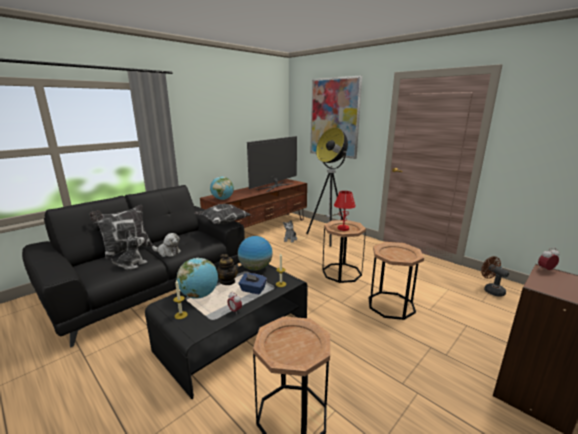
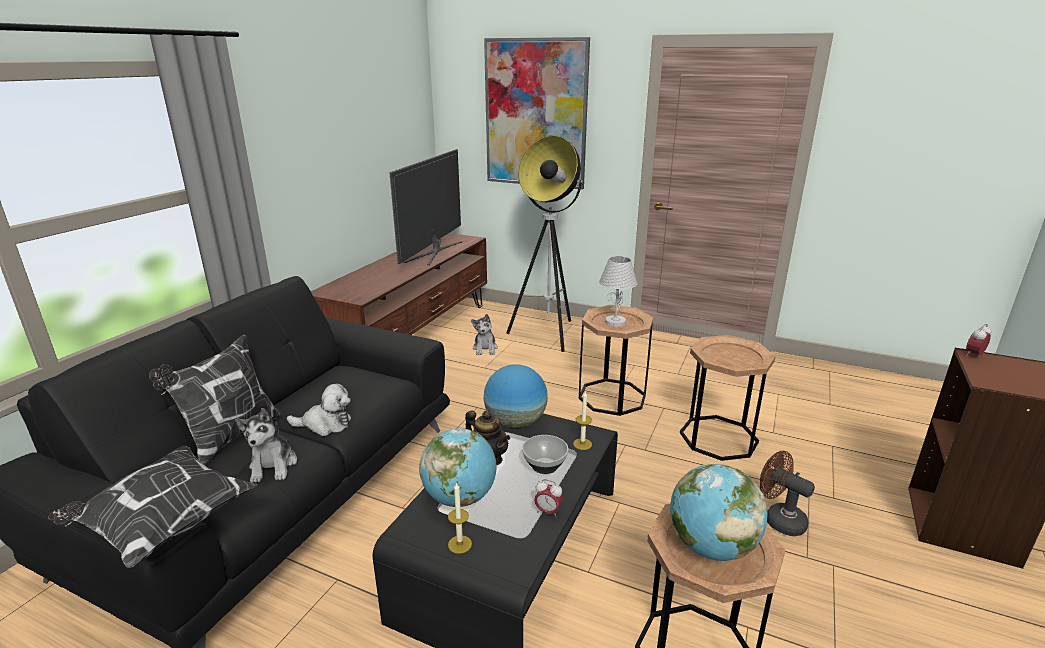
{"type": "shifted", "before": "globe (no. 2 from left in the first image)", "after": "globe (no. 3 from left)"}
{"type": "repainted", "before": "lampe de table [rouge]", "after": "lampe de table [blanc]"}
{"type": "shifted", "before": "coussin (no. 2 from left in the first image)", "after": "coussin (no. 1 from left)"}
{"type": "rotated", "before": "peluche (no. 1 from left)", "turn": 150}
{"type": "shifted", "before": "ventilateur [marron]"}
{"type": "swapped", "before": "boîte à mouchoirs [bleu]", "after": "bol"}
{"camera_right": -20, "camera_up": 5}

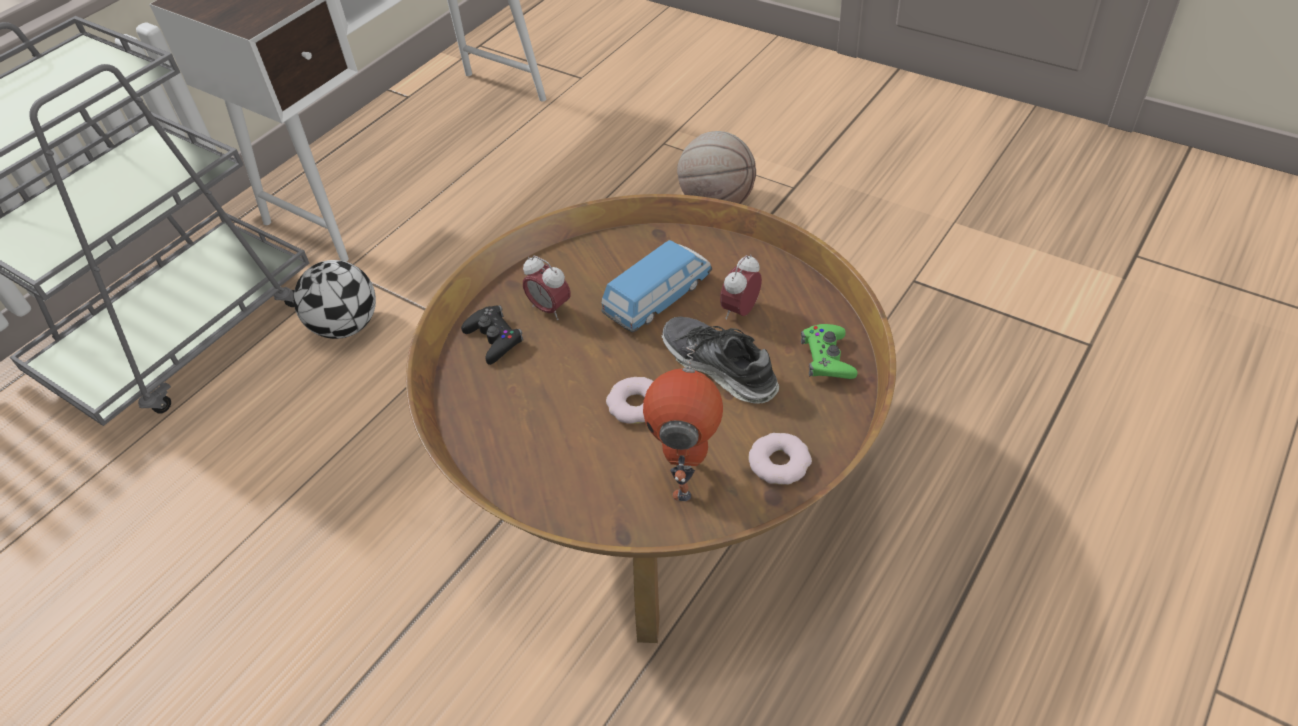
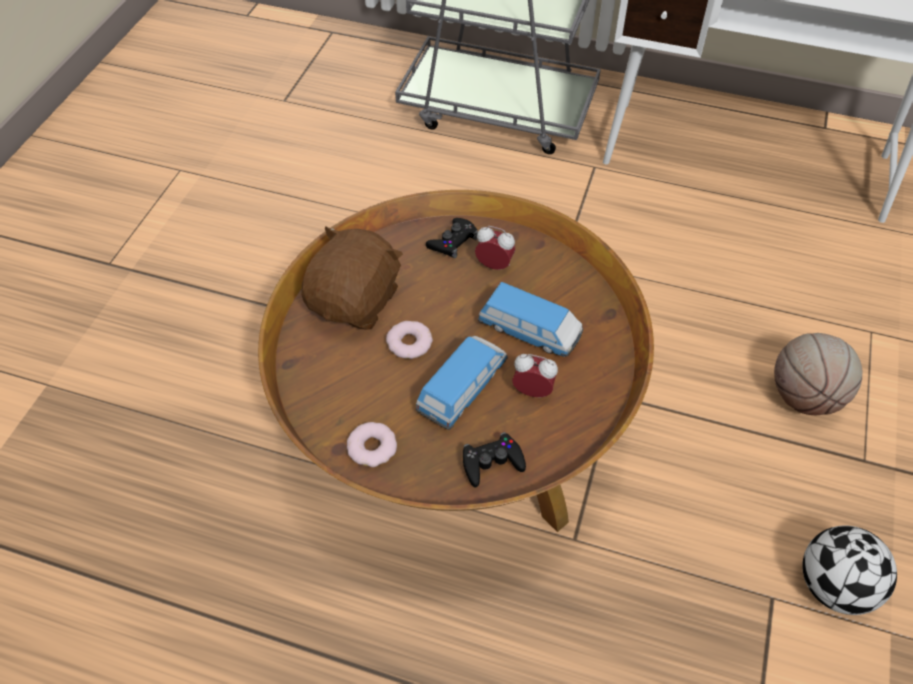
{"type": "rotated", "before": "réveil (no. 1 from left)", "turn": 90}
{"type": "shifted", "before": "ballon de foot"}
{"type": "swapped", "before": "chaussure", "after": "petite voiture (no. 1 from left)"}
{"type": "repainted", "before": "manette [vert]", "after": "manette [noir] (no. 2 from left)"}
{"type": "gone", "before": "robot jouet"}
{"type": "new", "after": "peluche [marron]"}
{"camera_right": 70, "camera_up": 5}

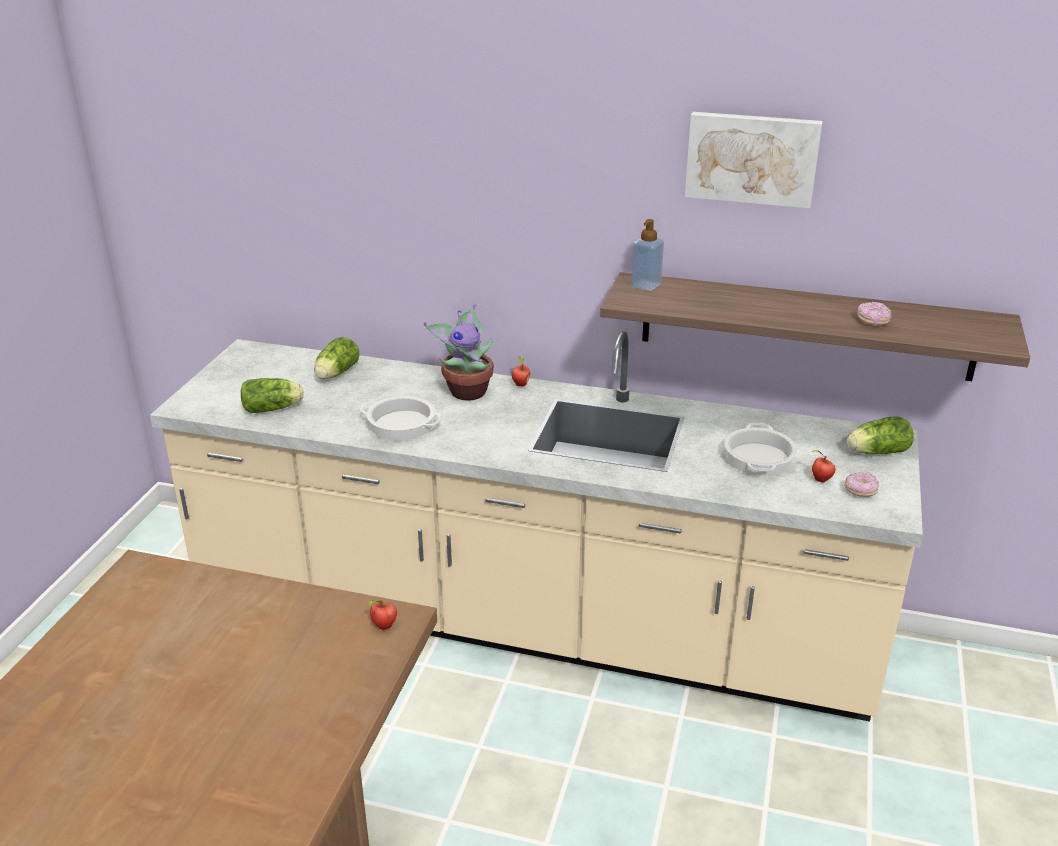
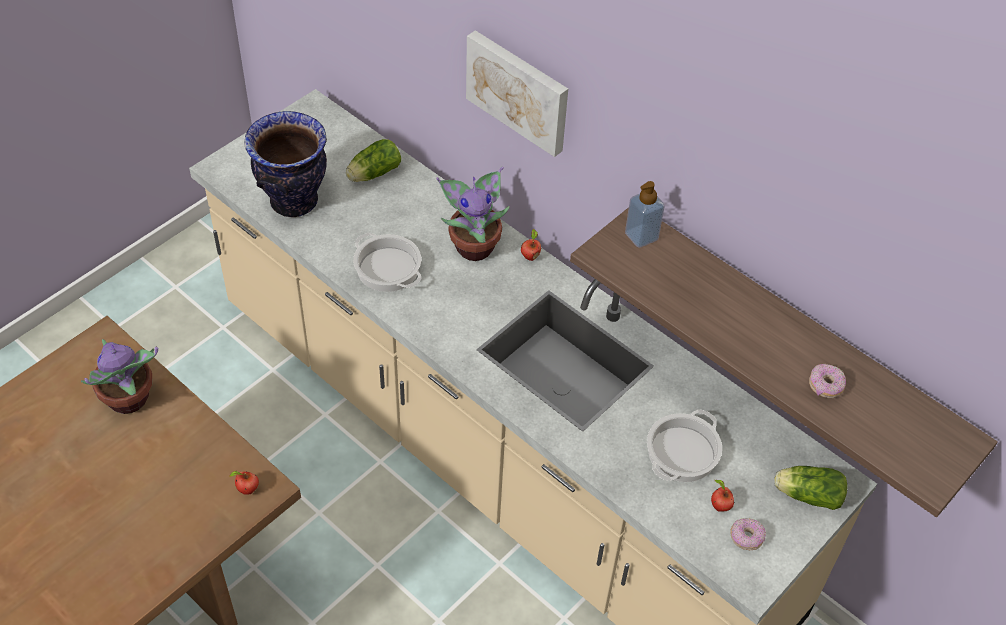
{"type": "shifted", "before": "tableau"}
{"type": "swapped", "before": "laitue (no. 1 from left)", "after": "vase"}
{"type": "new", "after": "plante en pot (no. 1 from left)"}
{"camera_right": 25, "camera_up": 20}

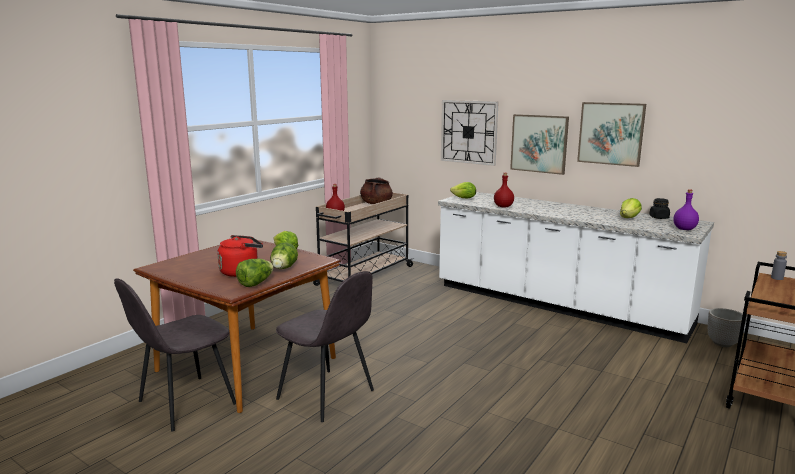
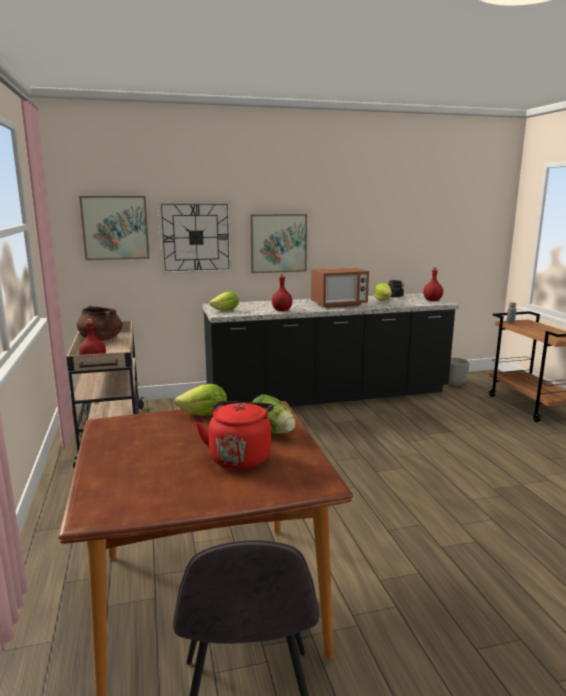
{"type": "shifted", "before": "tableau (no. 2 from left in the first image)", "after": "tableau (no. 1 from left)"}
{"type": "repainted", "before": "bouteille [violet]", "after": "bouteille [rouge] (no. 3 from left)"}
{"type": "repainted", "before": "comptoir de cuisine [blanc]", "after": "comptoir de cuisine [noir]"}
{"type": "gone", "before": "laitue (no. 1 from left)"}
{"type": "gone", "before": "chaise [gris] (no. 2 from left)"}
{"type": "new", "after": "micro-ondes"}
{"camera_right": -50, "camera_up": 0}

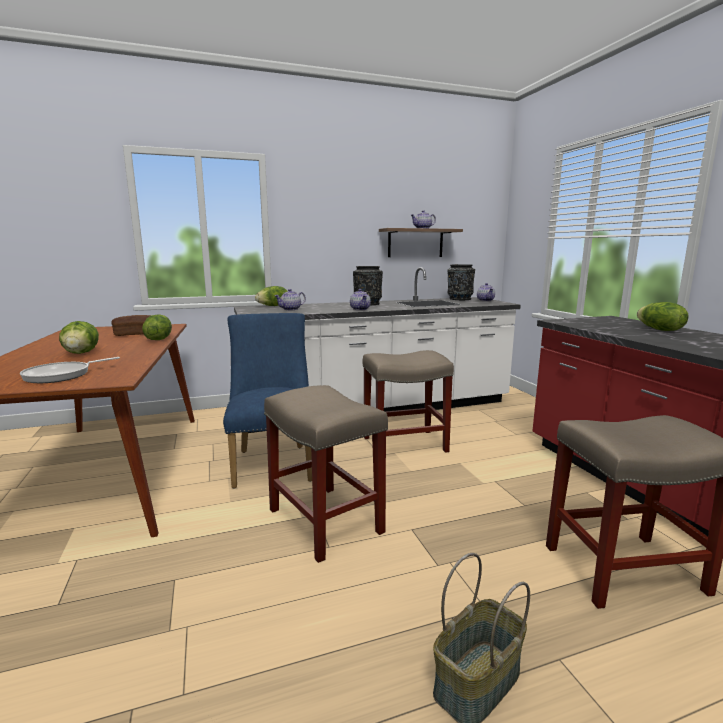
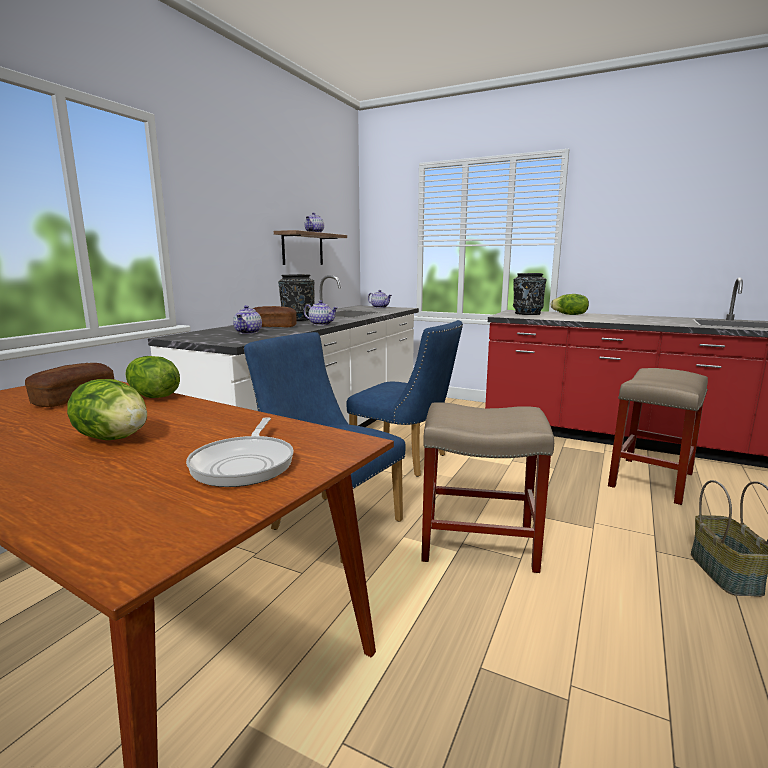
{"type": "shifted", "before": "vase [noir] (no. 2 from left)"}
{"type": "gone", "before": "laitue (no. 3 from left)"}
{"type": "swapped", "before": "tabouret [beige] (no. 2 from left)", "after": "chaise [bleu] (no. 2 from left)"}
{"type": "new", "after": "pain (no. 2 from left)"}
{"camera_right": -45, "camera_up": 0}

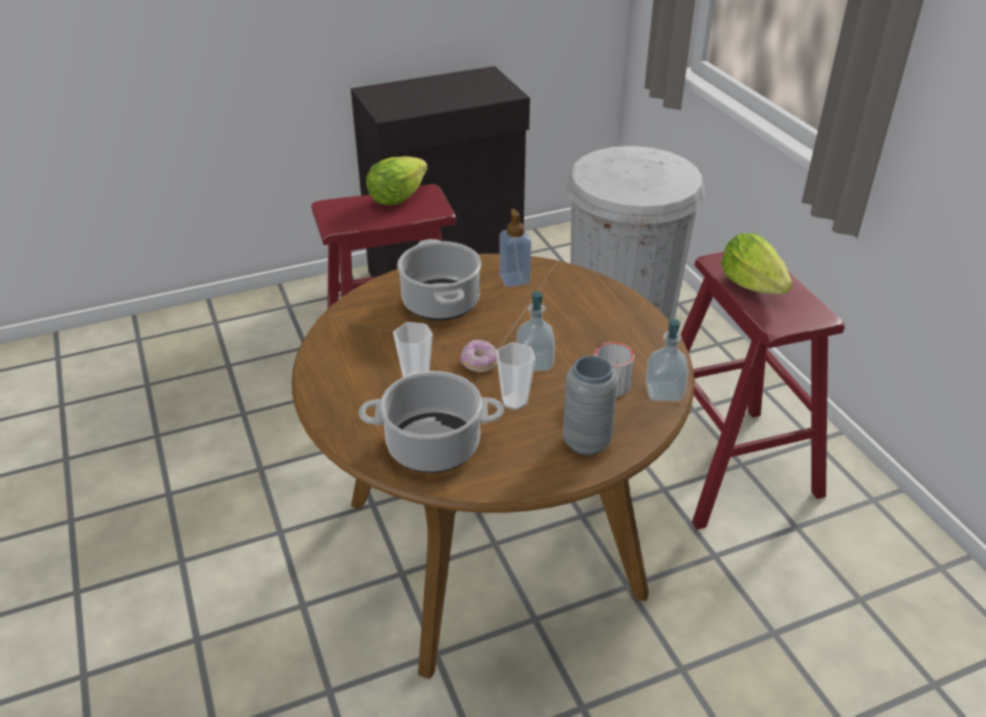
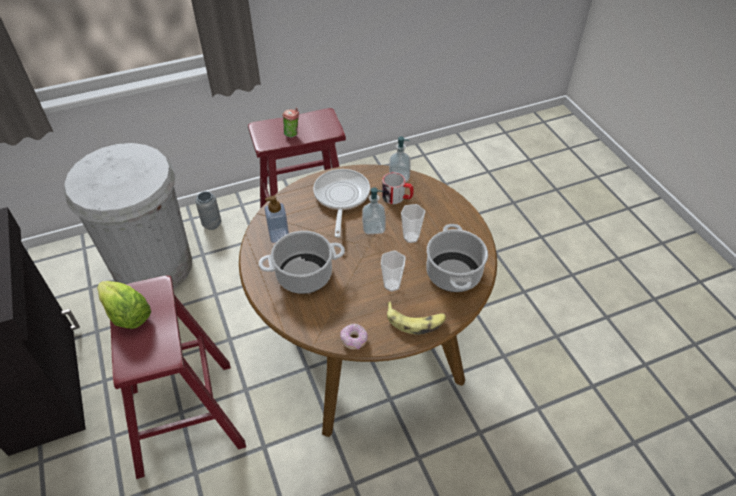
{"type": "swapped", "before": "laitue (no. 2 from left)", "after": "tasse (no. 1 from left)"}
{"type": "shifted", "before": "beignet"}
{"type": "shifted", "before": "vase [gris]"}
{"type": "new", "after": "poêle"}
{"type": "new", "after": "banane"}
{"camera_right": -90, "camera_up": 10}

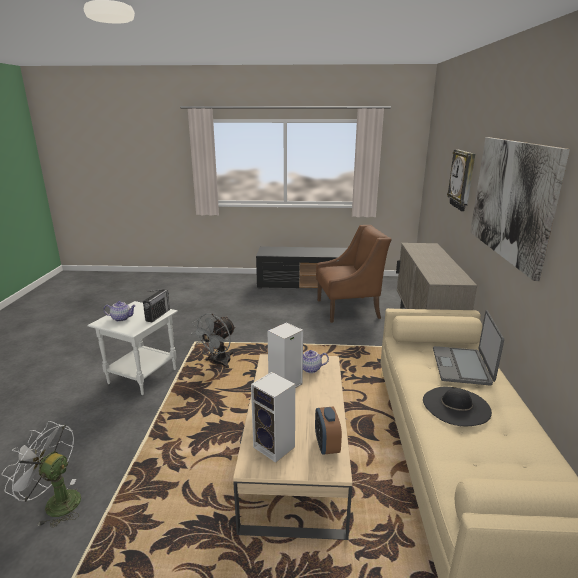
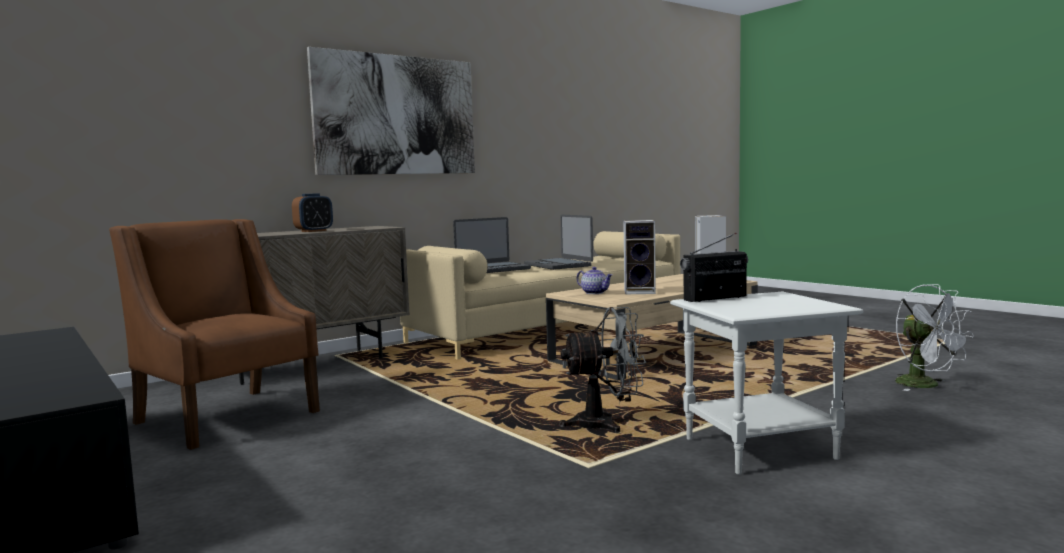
{"type": "gone", "before": "horloge murale"}
{"type": "gone", "before": "théière (no. 1 from left)"}
{"type": "swapped", "before": "chapeau [noir]", "after": "ordinateur portable (no. 2 from left)"}
{"type": "shifted", "before": "réveil"}
{"camera_right": -130, "camera_up": -15}

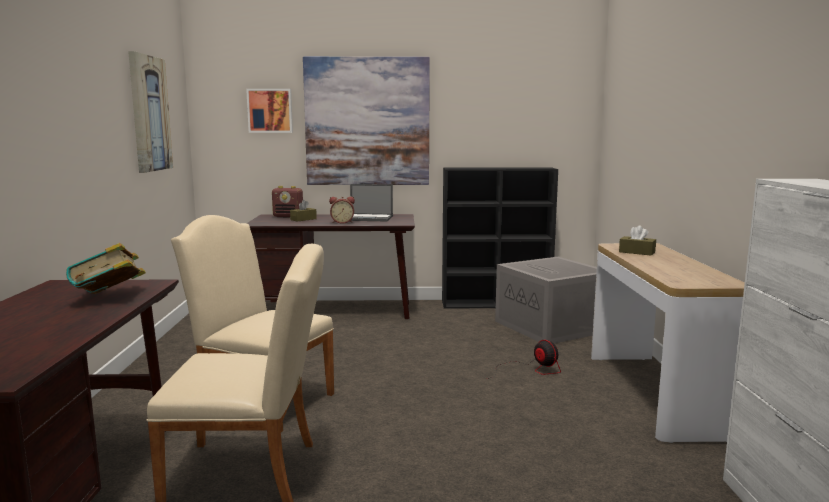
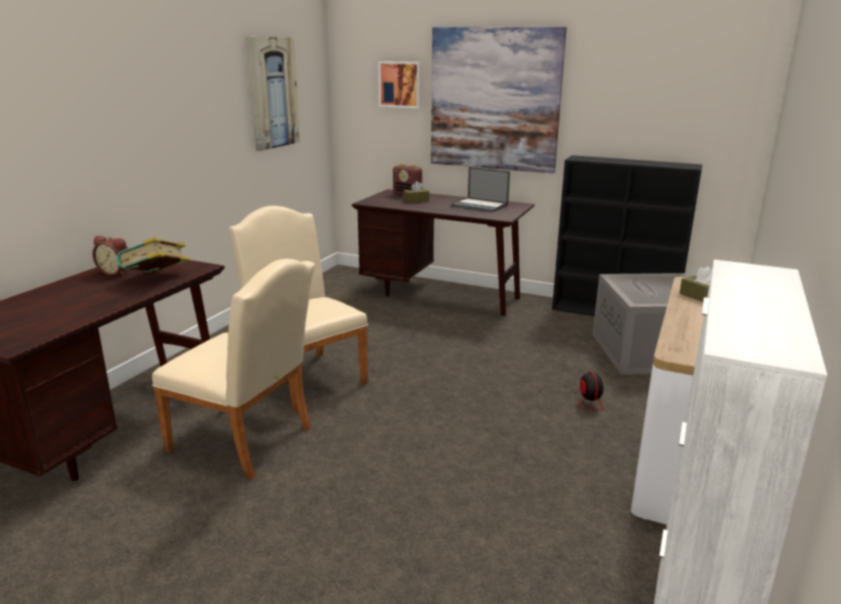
{"type": "shifted", "before": "réveil"}
{"camera_right": 25, "camera_up": 10}

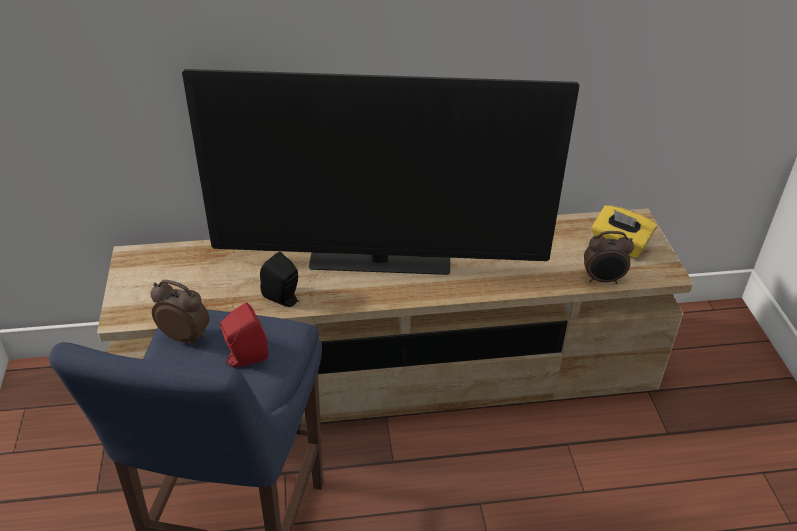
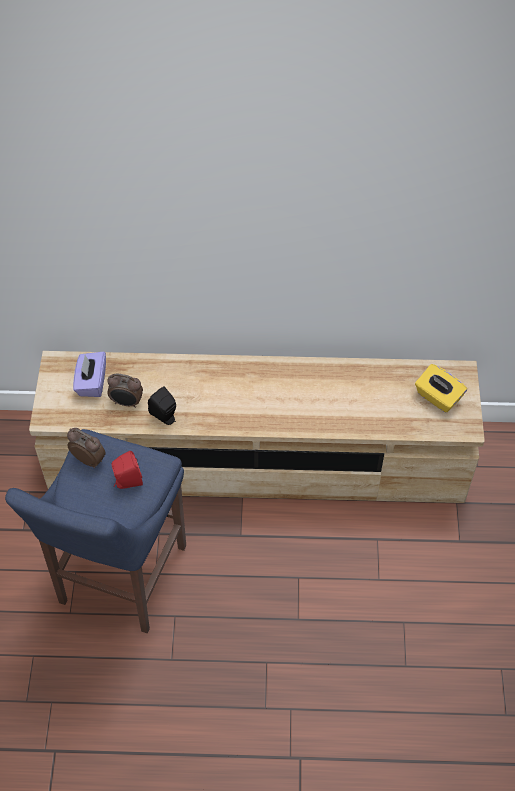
{"type": "gone", "before": "téléviseur"}
{"type": "shifted", "before": "réveil (no. 2 from left)"}
{"type": "new", "after": "boîte à mouchoirs [violet]"}
{"camera_right": 10, "camera_up": 15}

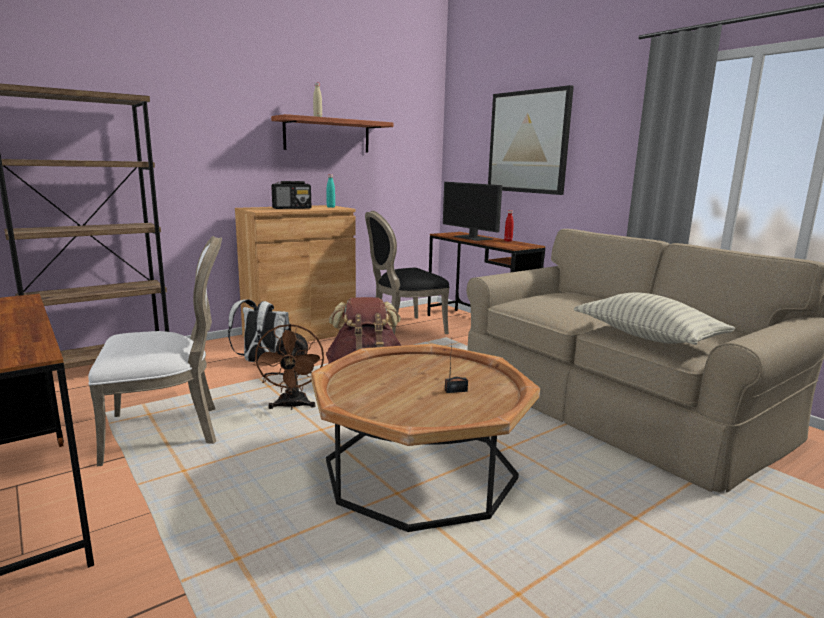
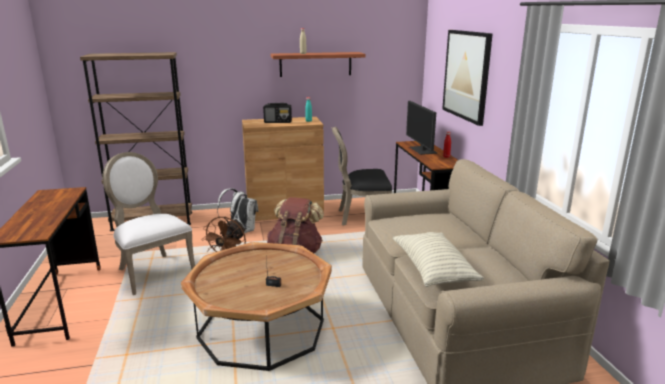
{"type": "rotated", "before": "chaise [blanc]", "turn": -135}
{"camera_right": 25, "camera_up": 5}

